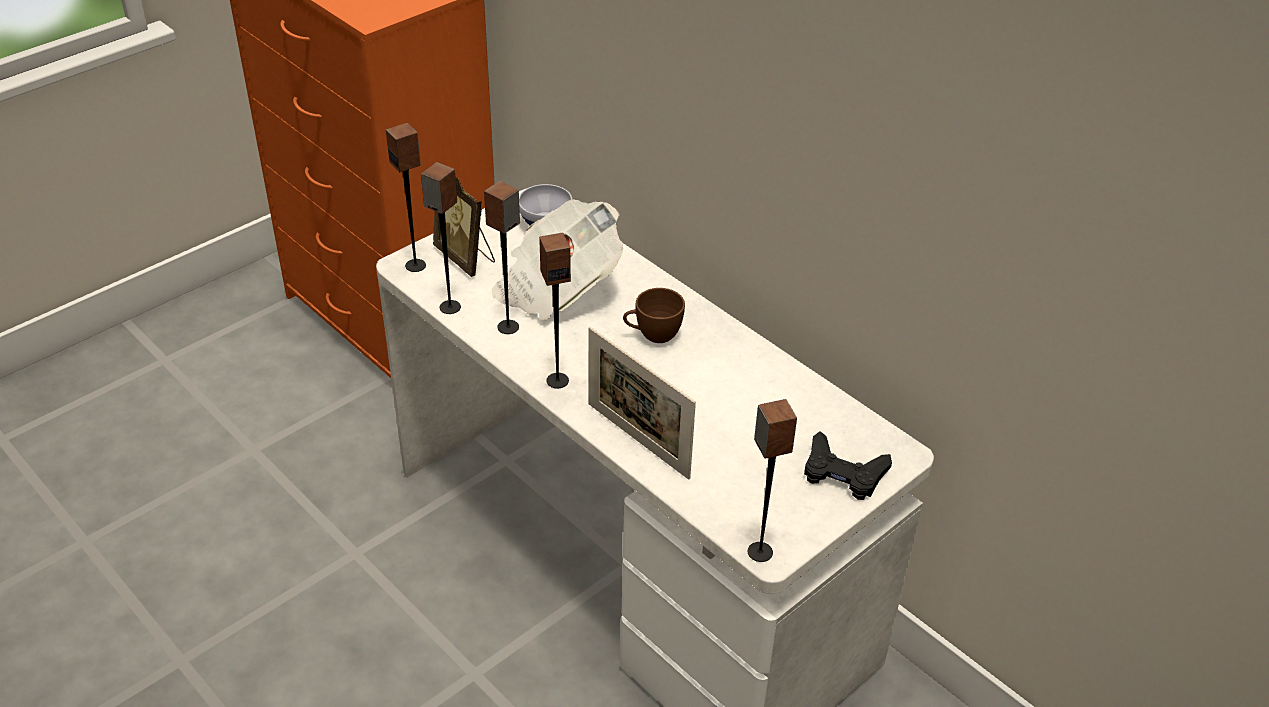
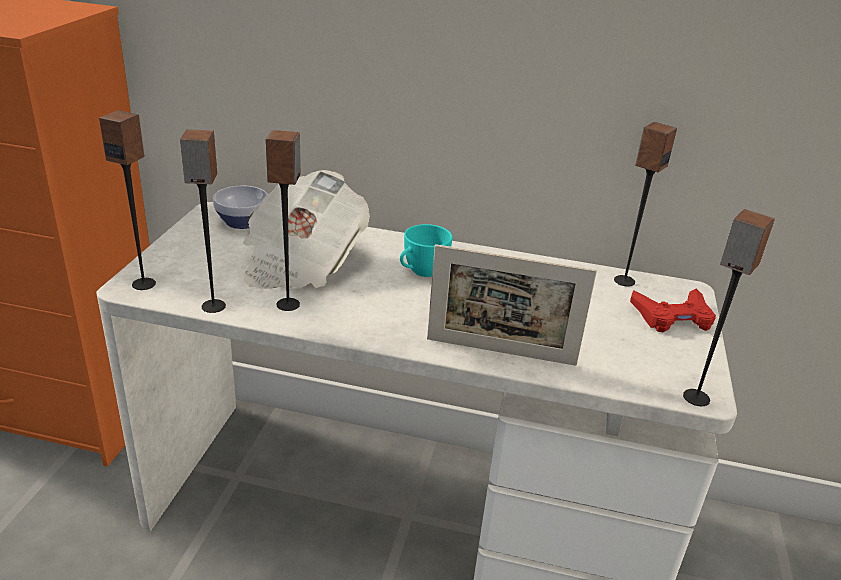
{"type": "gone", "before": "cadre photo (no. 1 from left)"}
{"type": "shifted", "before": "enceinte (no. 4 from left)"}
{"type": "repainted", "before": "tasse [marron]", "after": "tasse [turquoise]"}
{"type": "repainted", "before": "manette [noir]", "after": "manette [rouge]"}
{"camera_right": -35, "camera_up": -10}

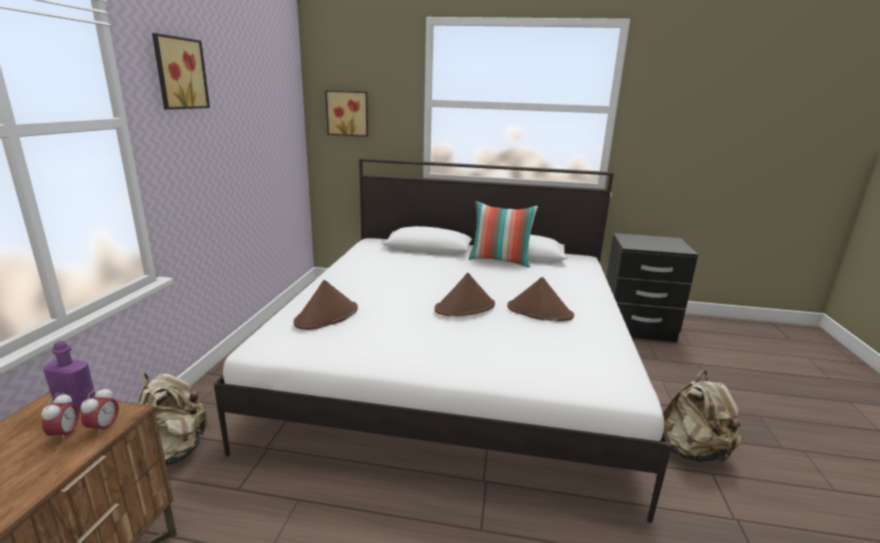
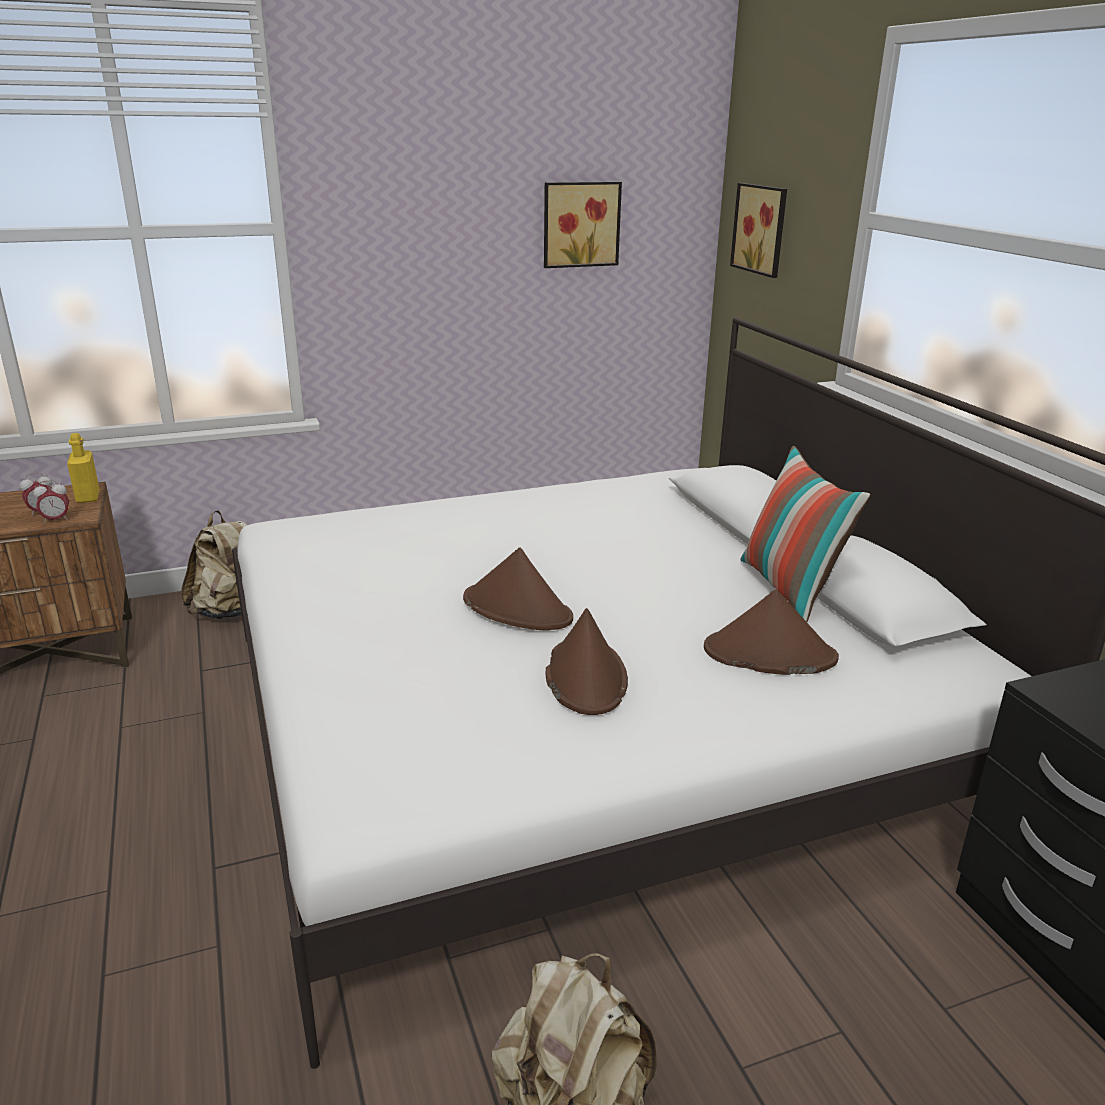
{"type": "shifted", "before": "tableau (no. 1 from left)"}
{"type": "shifted", "before": "chapeau [marron] (no. 1 from left in the first image)", "after": "chapeau [marron] (no. 3 from left)"}
{"type": "repainted", "before": "bouteille [violet]", "after": "bouteille [jaune]"}
{"camera_right": 60, "camera_up": 5}

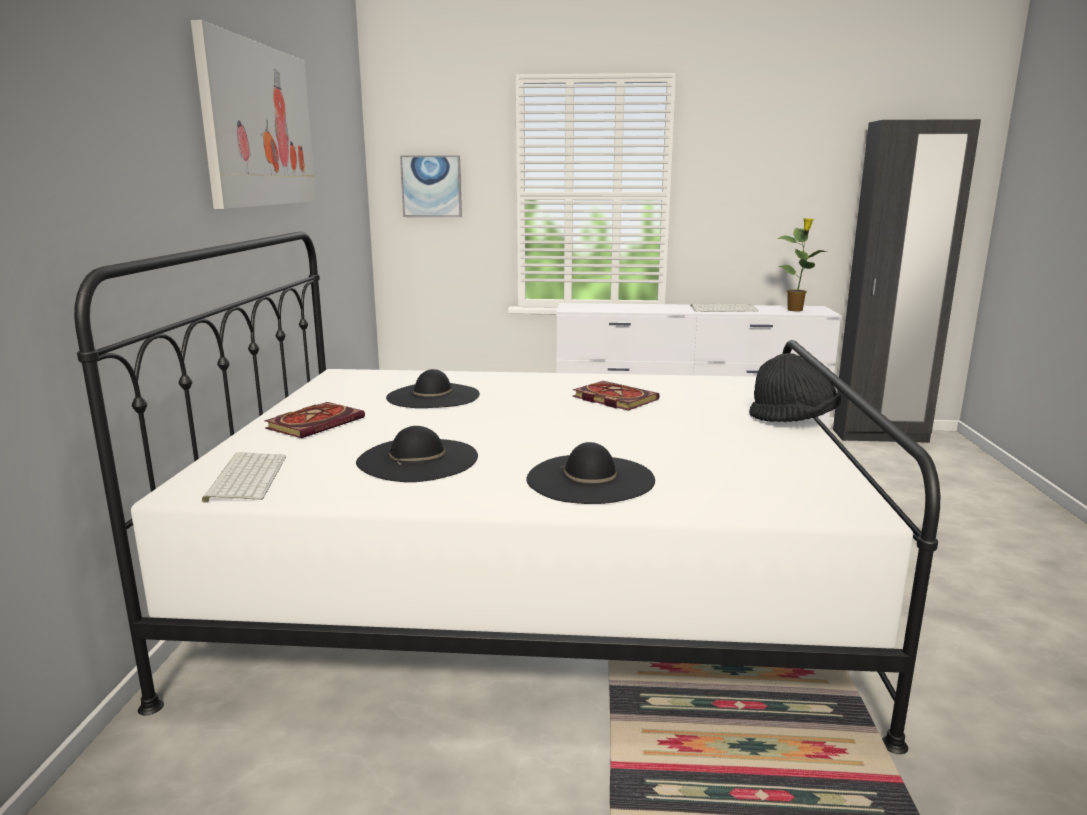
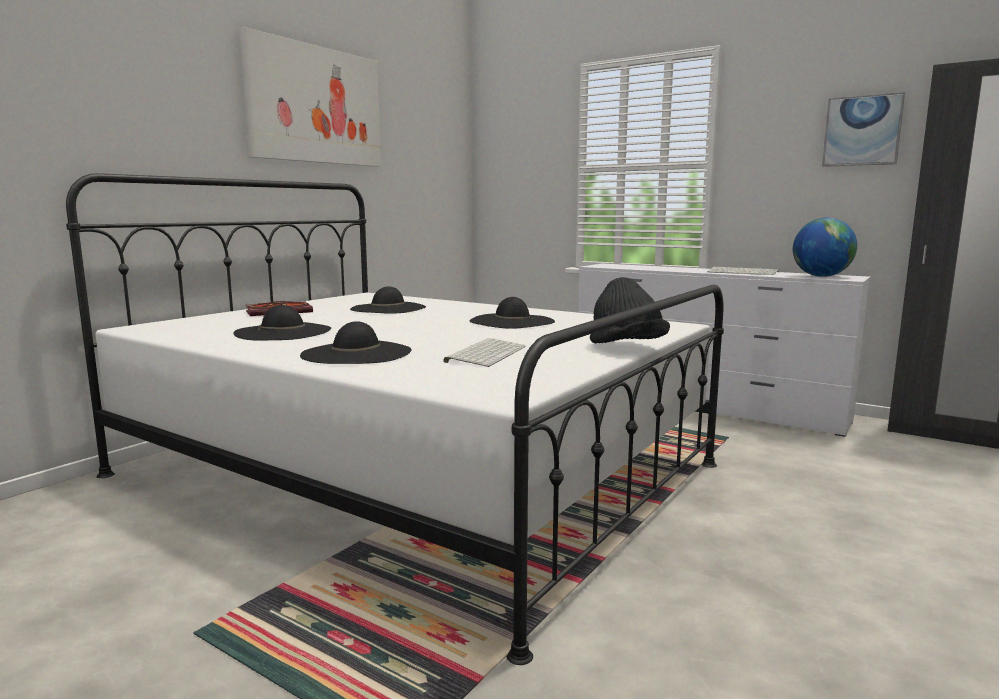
{"type": "shifted", "before": "tableau (no. 2 from left)"}
{"type": "swapped", "before": "plante en pot", "after": "globe"}
{"type": "swapped", "before": "livre (no. 2 from left)", "after": "chapeau [noir] (no. 4 from left)"}
{"type": "shifted", "before": "clavier (no. 1 from left)"}
{"camera_right": 30, "camera_up": -5}

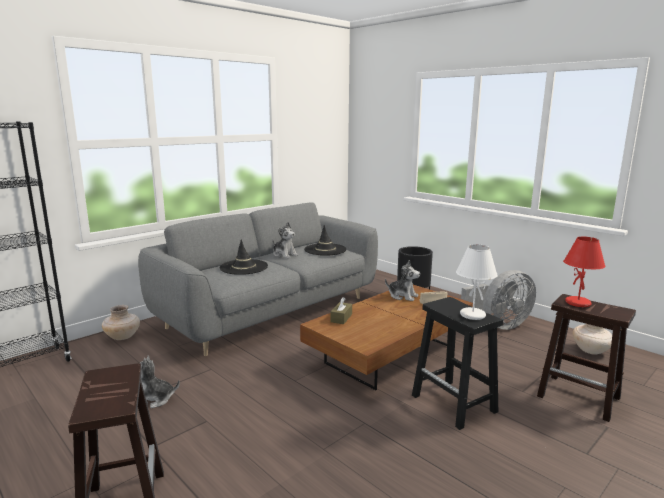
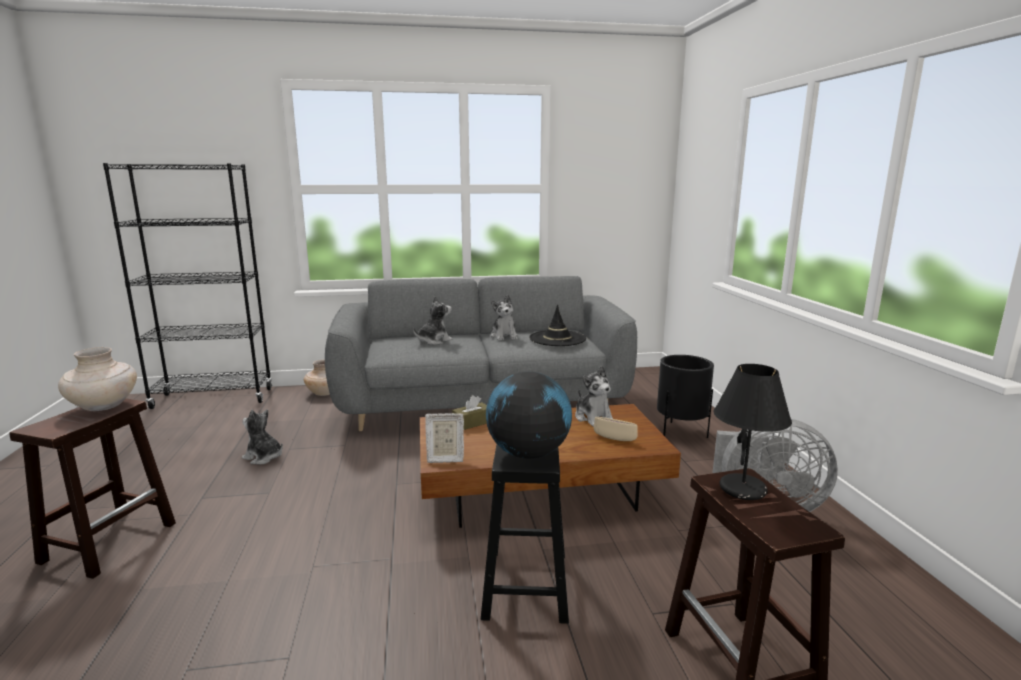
{"type": "repainted", "before": "lampe de table [rouge]", "after": "lampe de table [noir]"}
{"type": "swapped", "before": "chapeau [noir] (no. 1 from left)", "after": "peluche (no. 2 from left)"}
{"type": "swapped", "before": "lampe de table [blanc]", "after": "globe"}
{"type": "shifted", "before": "vase [beige] (no. 2 from left in the first image)", "after": "vase [beige] (no. 1 from left)"}
{"type": "new", "after": "cadre photo"}
{"camera_right": 35, "camera_up": 0}

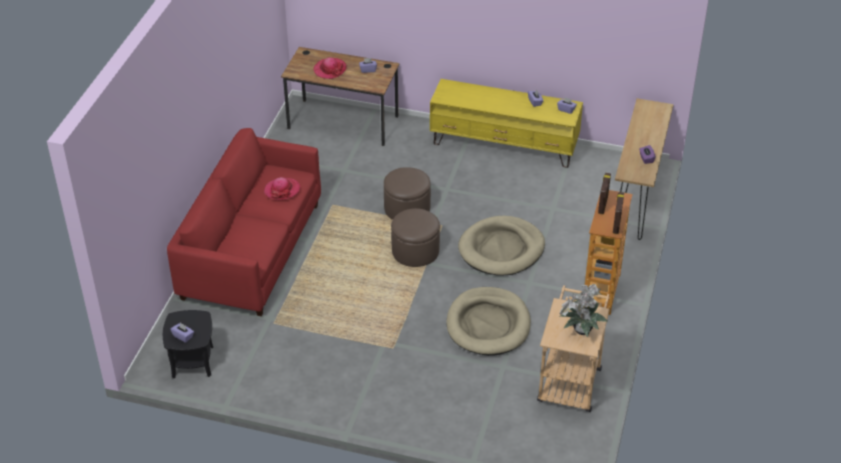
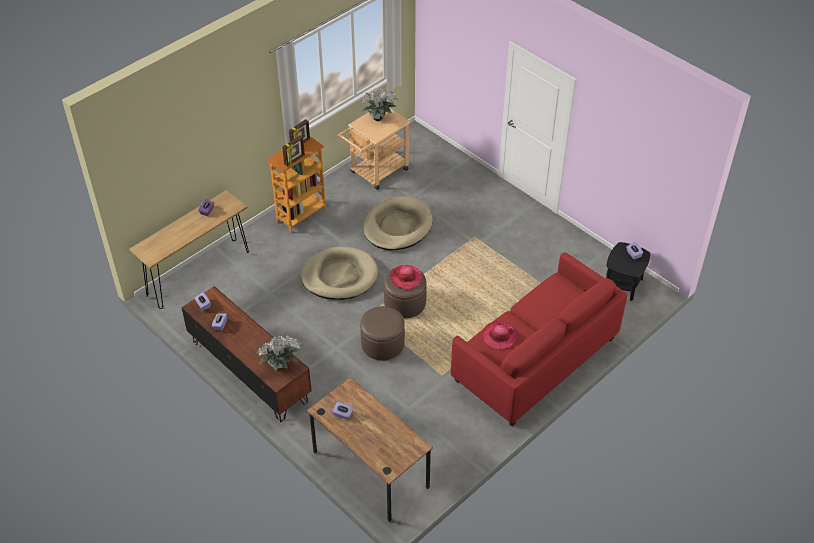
{"type": "shifted", "before": "chapeau (no. 2 from left in the first image)", "after": "chapeau (no. 1 from left)"}
{"type": "repainted", "before": "meuble télé [jaune]", "after": "meuble télé [marron]"}
{"type": "new", "after": "plante en pot (no. 1 from left)"}
{"camera_right": -150, "camera_up": 5}

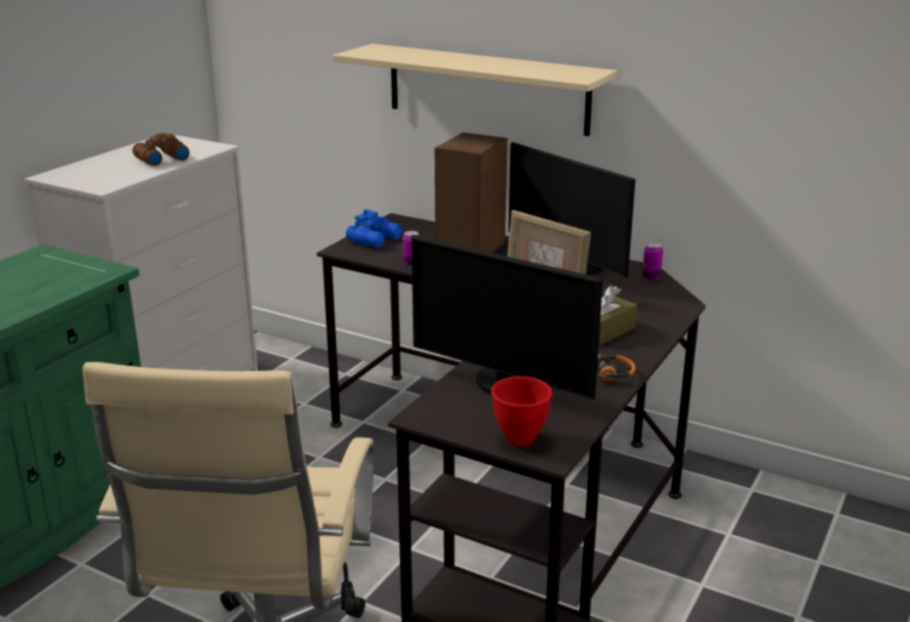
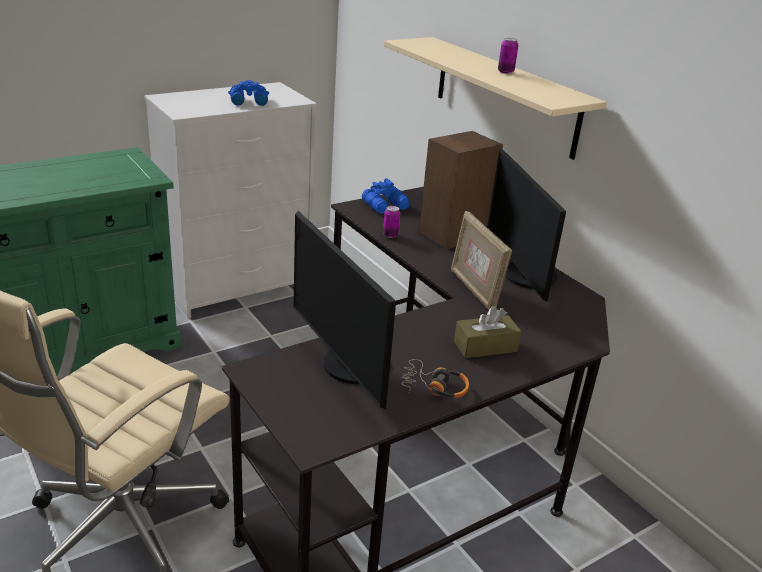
{"type": "repainted", "before": "jumelles [marron]", "after": "jumelles [bleu] (no. 1 from left)"}
{"type": "shifted", "before": "boîte métallique (no. 2 from left)"}
{"type": "gone", "before": "bol [rouge]"}
{"camera_right": 25, "camera_up": 5}

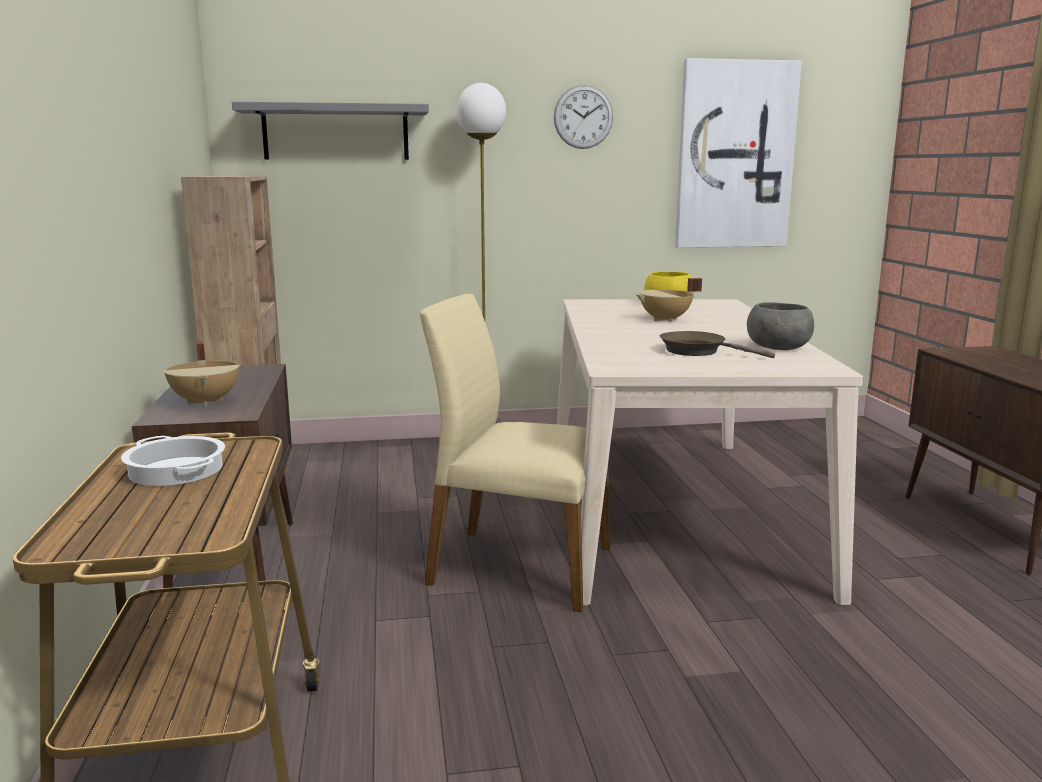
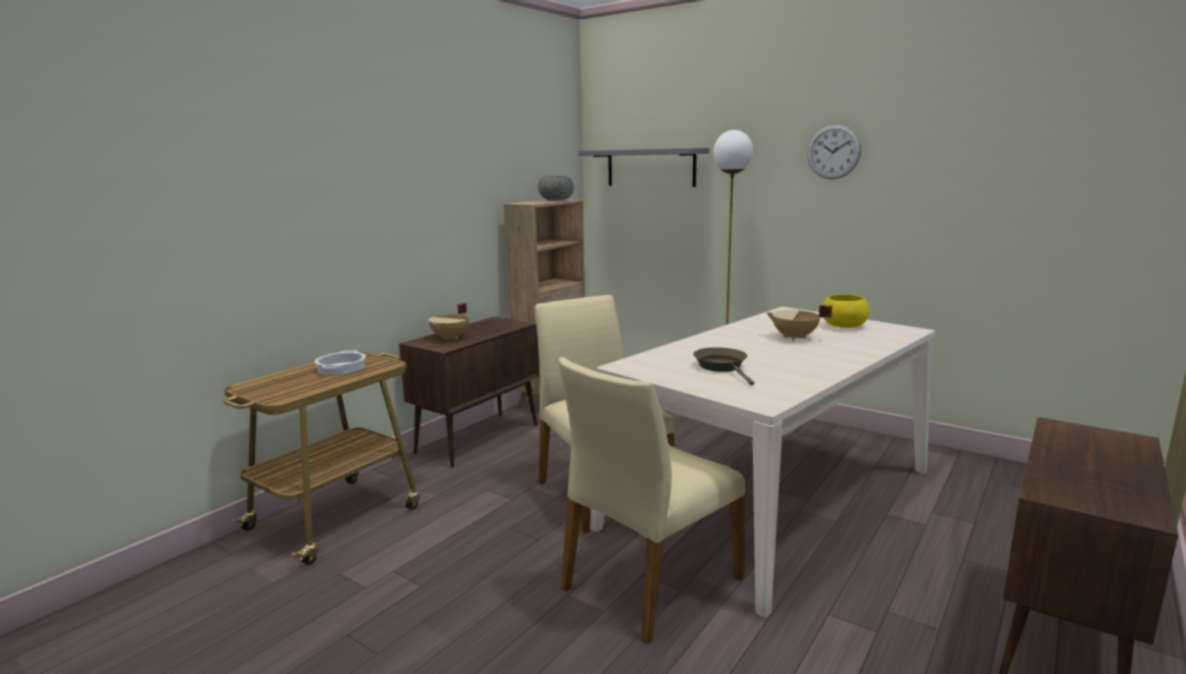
{"type": "gone", "before": "tableau"}
{"type": "shifted", "before": "bol [gris]"}
{"type": "new", "after": "chaise [beige] (no. 2 from left)"}
{"camera_right": 45, "camera_up": 0}

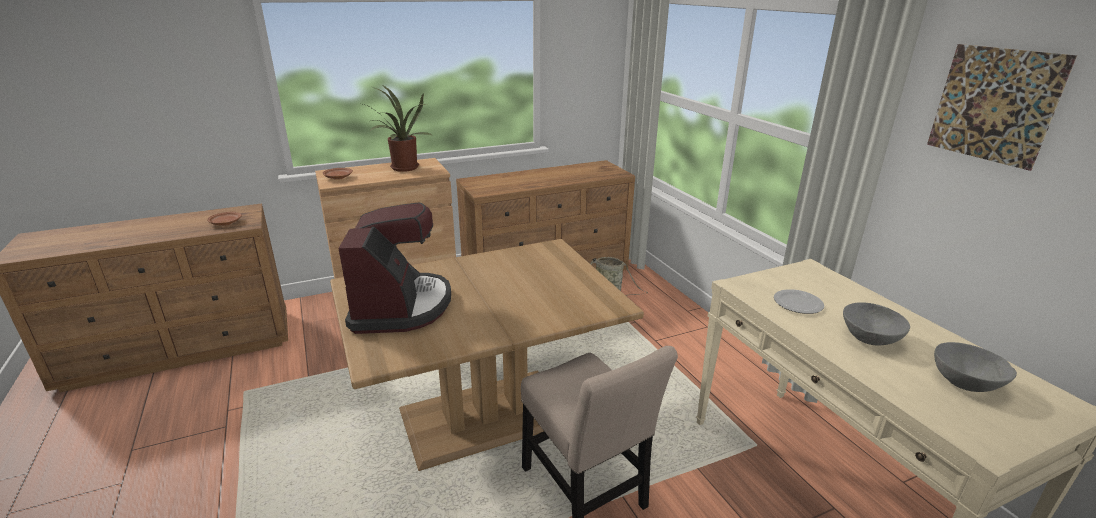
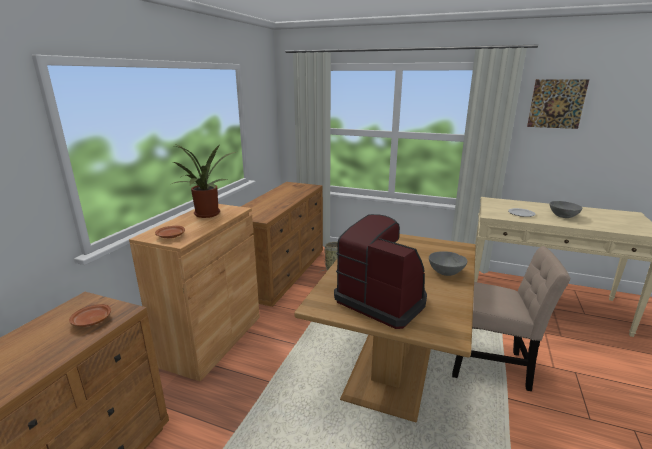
{"type": "shifted", "before": "bol [gris] (no. 2 from left in the first image)", "after": "bol [gris] (no. 1 from left)"}
{"camera_right": -45, "camera_up": -5}

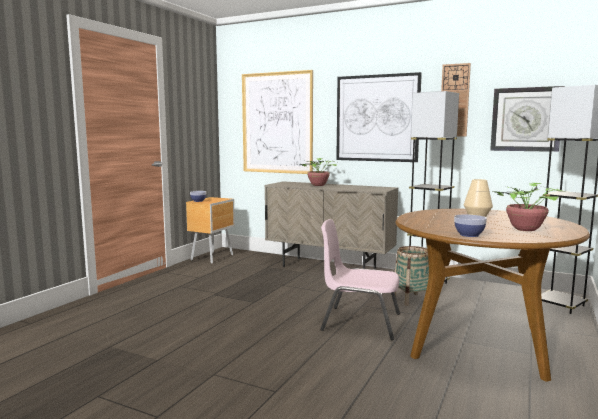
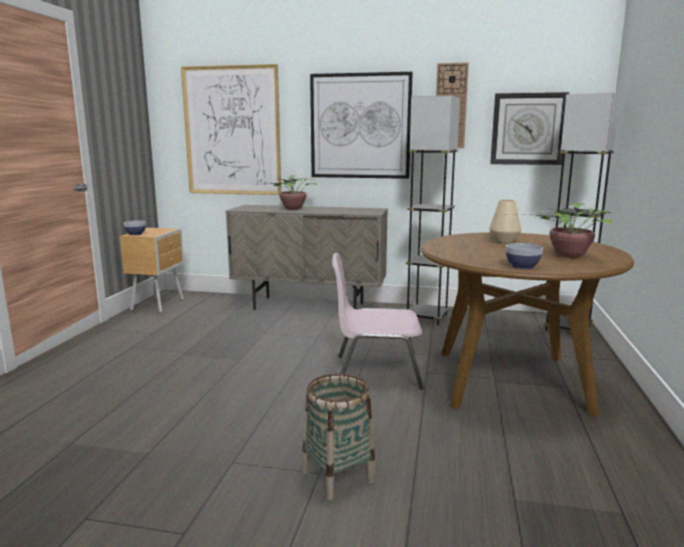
{"type": "shifted", "before": "panier"}
{"camera_right": -15, "camera_up": 5}

